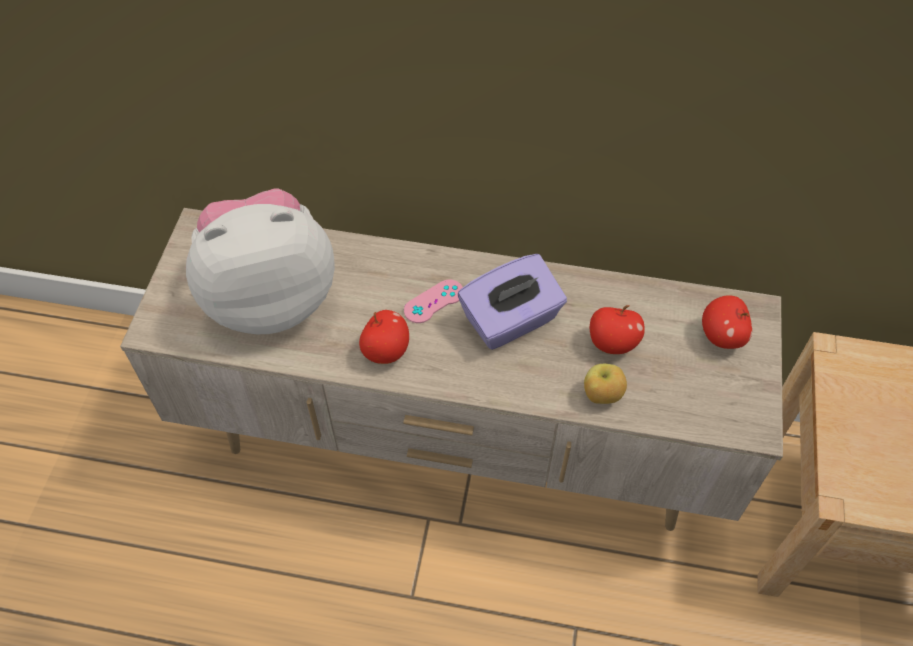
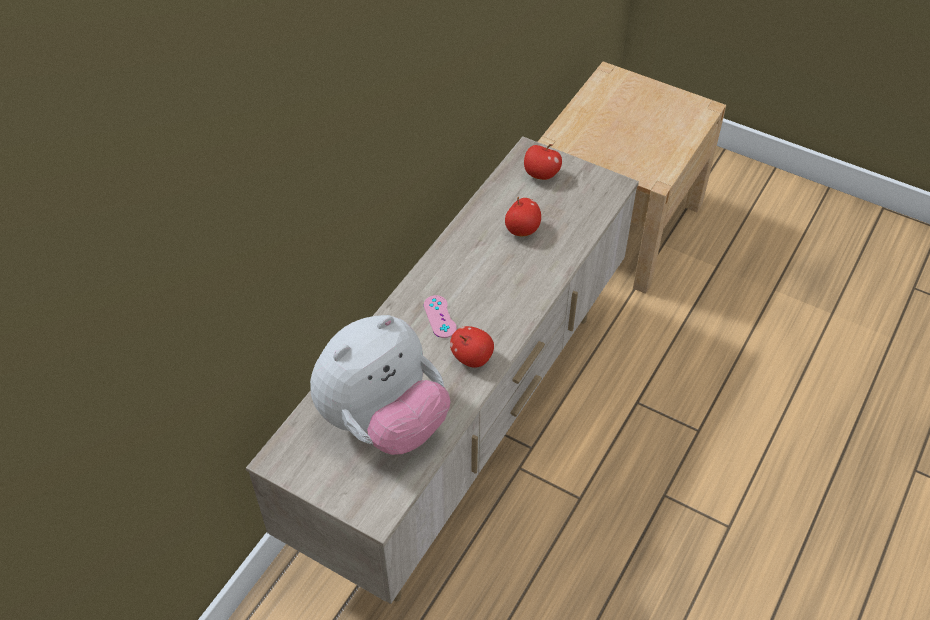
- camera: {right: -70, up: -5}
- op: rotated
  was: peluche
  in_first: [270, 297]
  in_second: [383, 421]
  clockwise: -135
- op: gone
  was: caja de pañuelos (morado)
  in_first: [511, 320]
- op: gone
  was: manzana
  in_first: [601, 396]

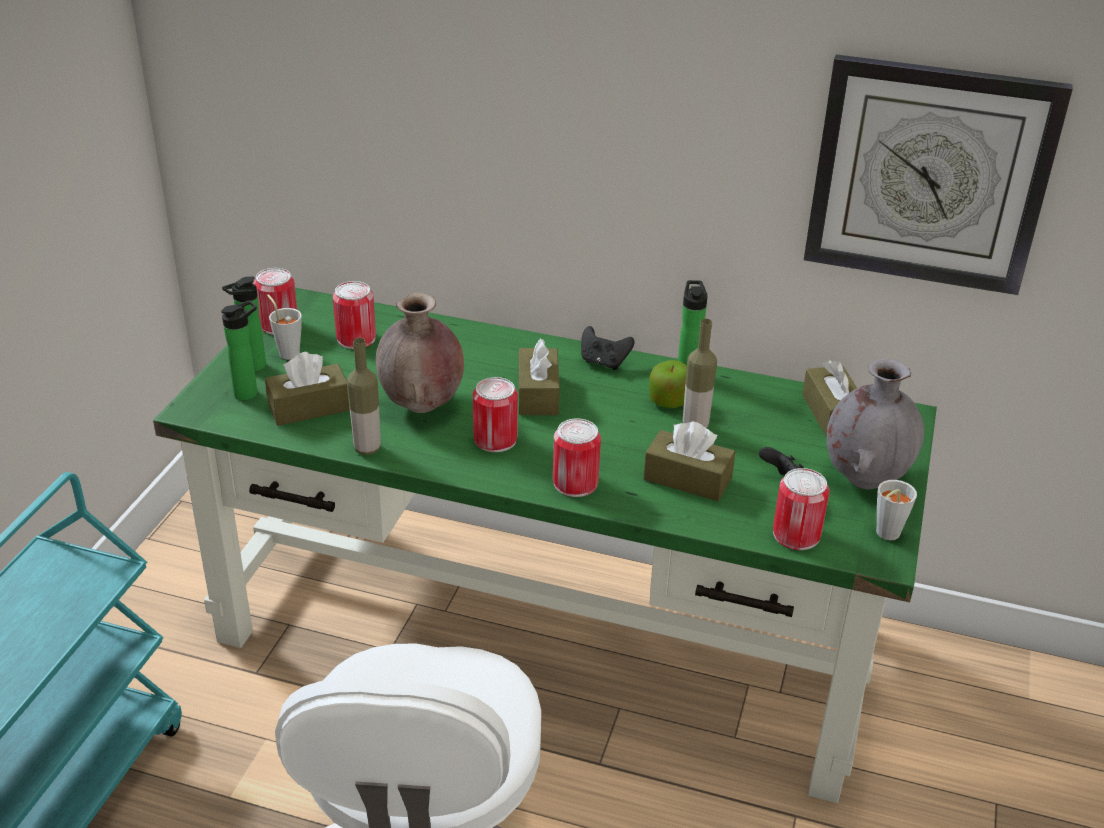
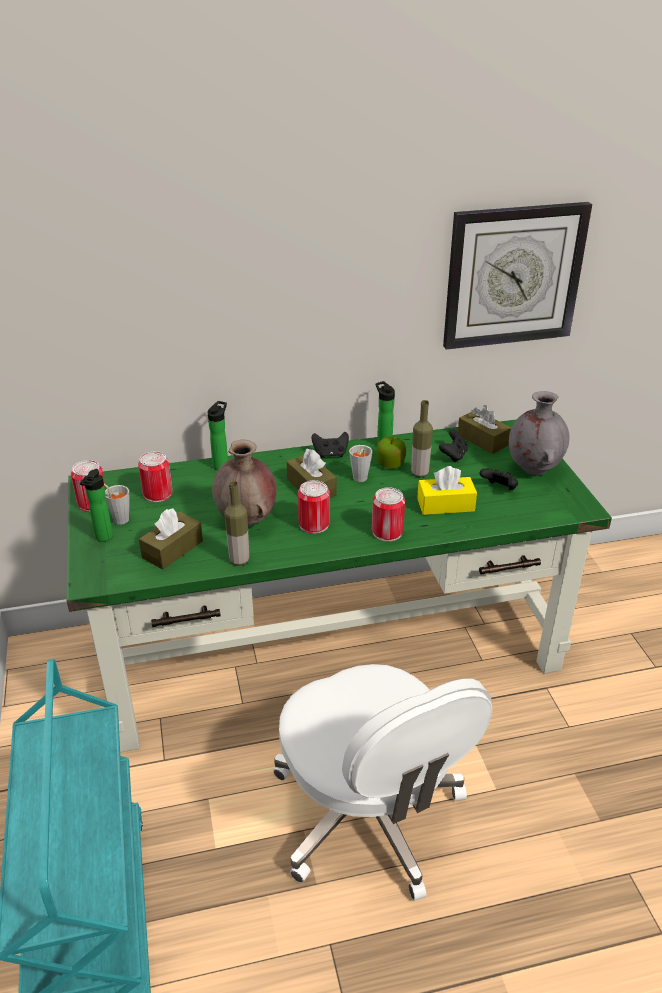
- camera: {right: -30, up: 0}
- op: shifted
  was: botella
  in_first: [249, 392]
  in_second: [221, 464]
- op: repainted
  was: caja de pañuelos (marrón)
  now: caja de pañuelos (amarillo)
  in_first: [687, 479]
  in_second: [445, 505]
- op: gone
  was: lata
  in_first: [796, 534]
- op: shifted
  was: taza (gris)
  in_first: [884, 535]
  in_second: [359, 479]
- op: new
  now: mando de consola (negro)
  in_second: [453, 456]

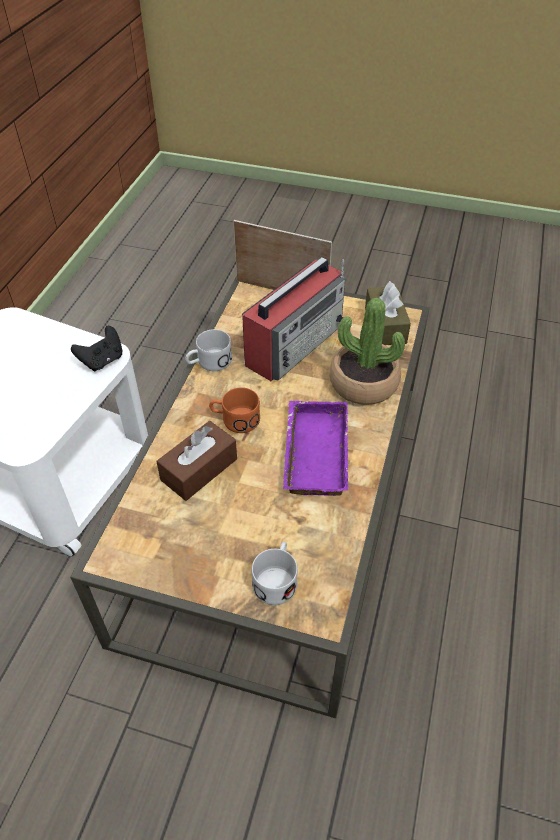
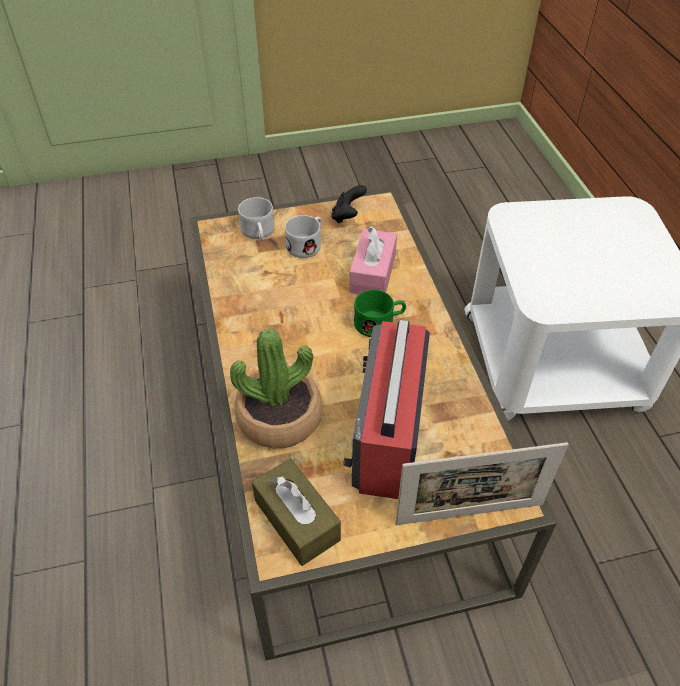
- camera: {right: 150, up: 0}
- op: shifted
  was: mando de consola (negro)
  in_first: [102, 361]
  in_second: [347, 216]
- op: shifted
  was: taza grande (blanco)
  in_first: [209, 363]
  in_second: [307, 244]
- op: repainted
  was: taza grande (naranja)
  now: taza grande (verde)
  in_first: [235, 419]
  in_second: [380, 323]
- op: gone
  was: bandeja (morado)
  in_first: [313, 451]
- op: repainted
  was: caja de pañuelos (marrón)
  now: caja de pañuelos (rosa)
  in_first: [199, 469]
  in_second: [373, 273]

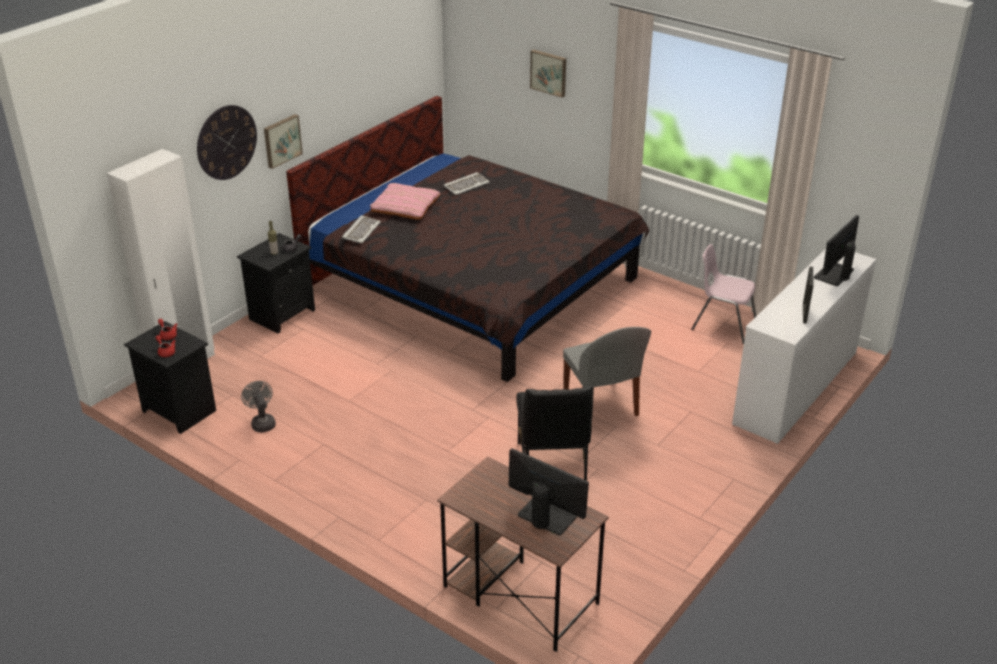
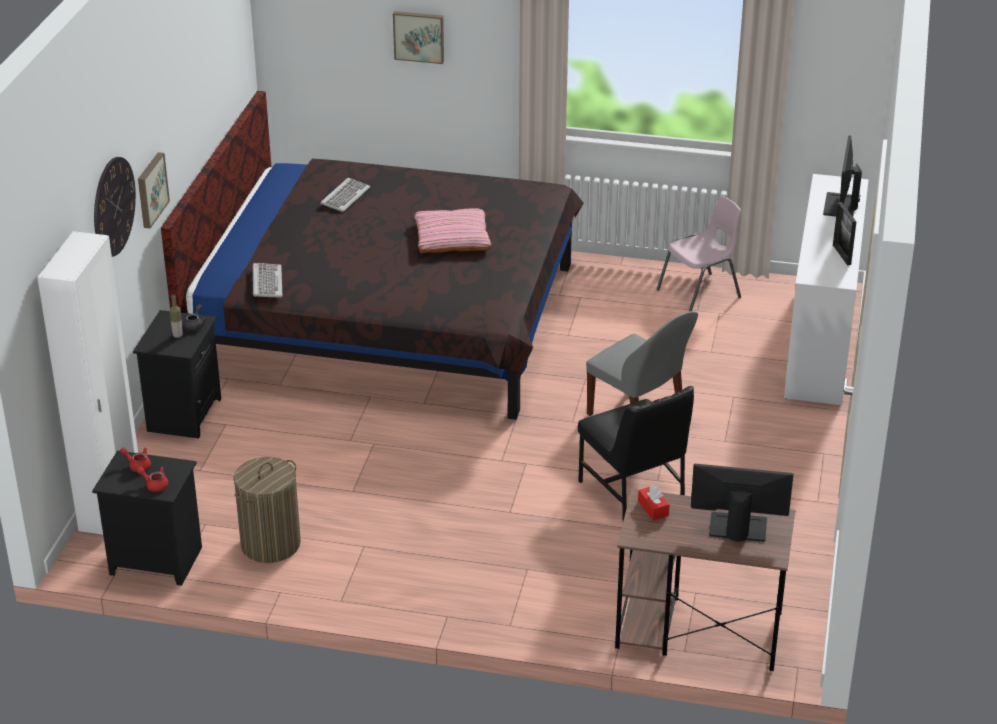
- camera: {right: -25, up: 0}
- op: shifted
  was: cojín (rosa)
  in_first: [405, 206]
  in_second: [452, 237]
- op: rotated
  was: silla (rosa)
  in_first: [722, 324]
  in_second: [700, 294]
  clockwise: 150
- op: swapped
  was: ventilador (gris)
  now: cesto de la ropa
  in_first: [262, 422]
  in_second: [270, 544]
- op: new
  now: caja de pañuelos (rojo)
  in_second: [653, 508]

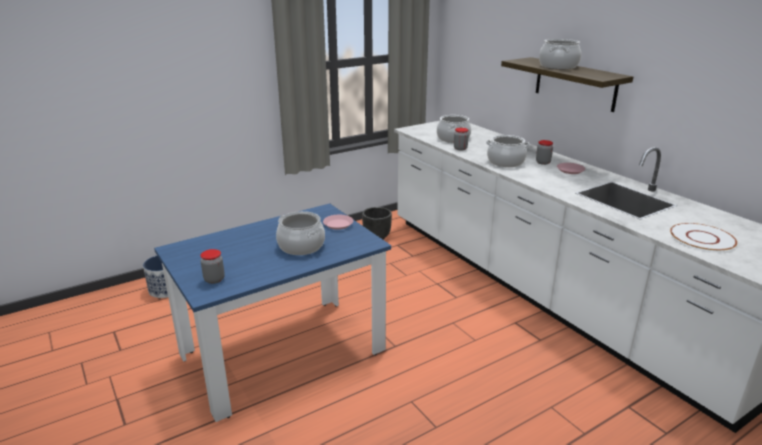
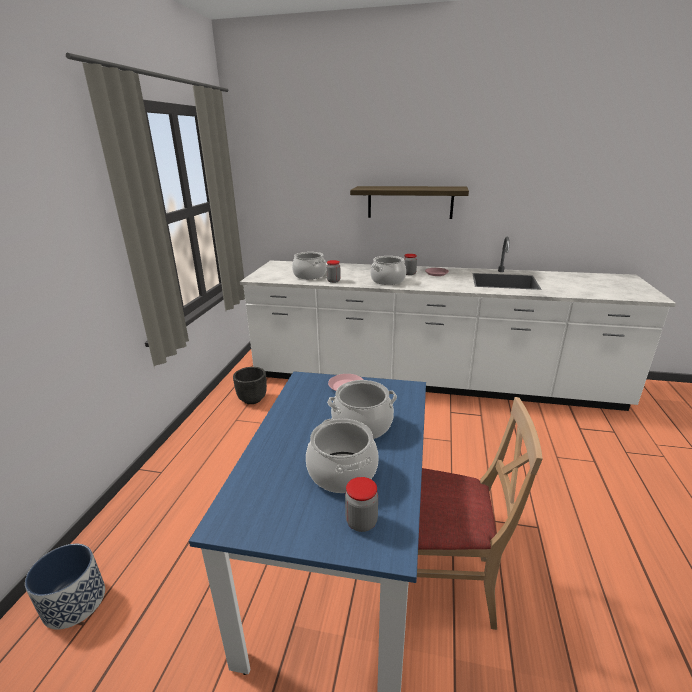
- camera: {right: -45, up: 0}
- op: shifted
  was: olla
  in_first: [558, 66]
  in_second: [341, 472]
- op: gone
  was: plato (blanco)
  in_first: [701, 238]
- op: new
  now: silla (beis)
  in_second: [442, 584]

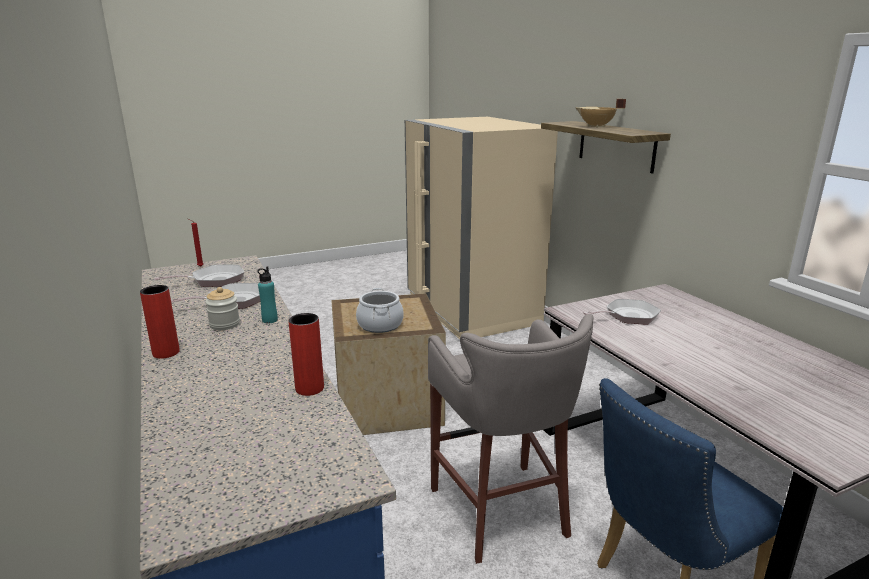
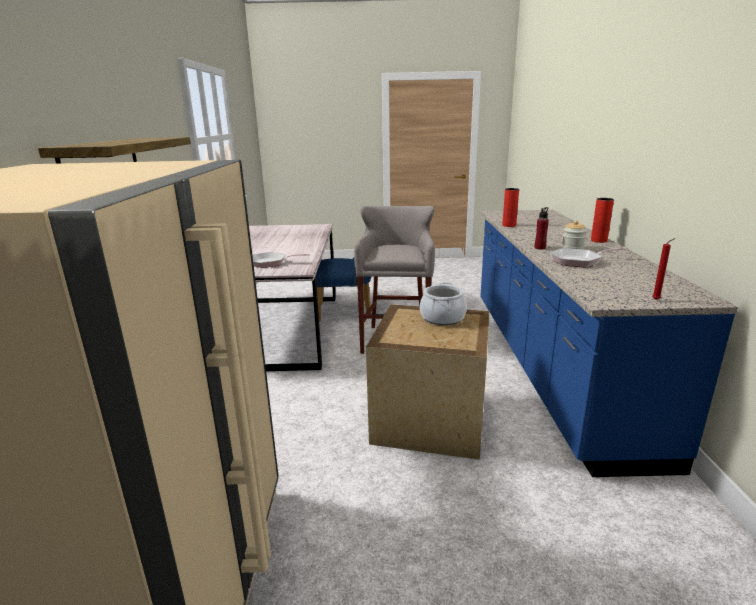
- camera: {right: -155, up: 0}
- op: gone
  was: olla (beis)
  in_first: [596, 126]
- op: gone
  was: sartén
  in_first: [214, 280]
- op: repainted
  was: botella (turquesa)
  now: botella (rojo)
  in_first: [269, 320]
  in_second: [540, 248]

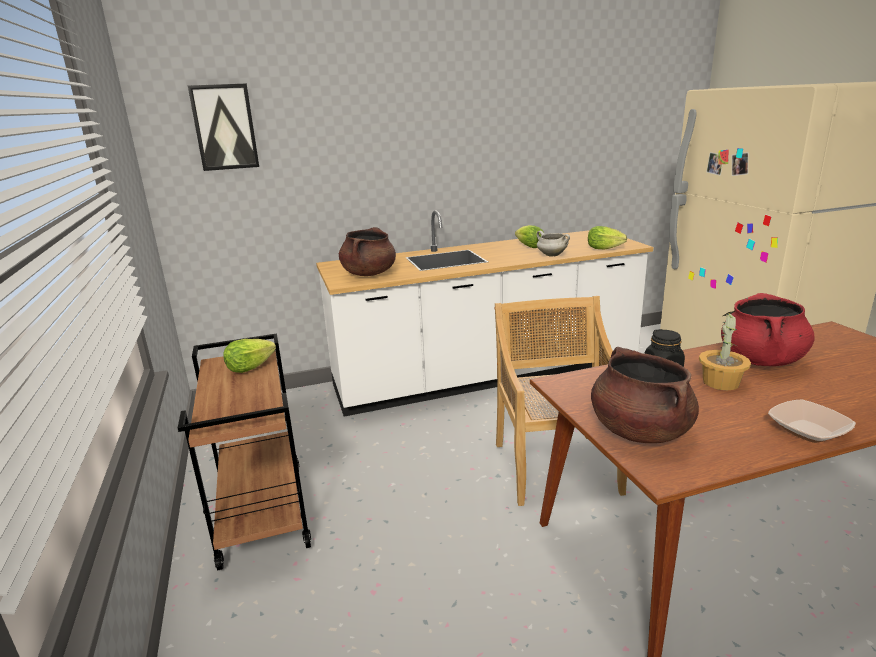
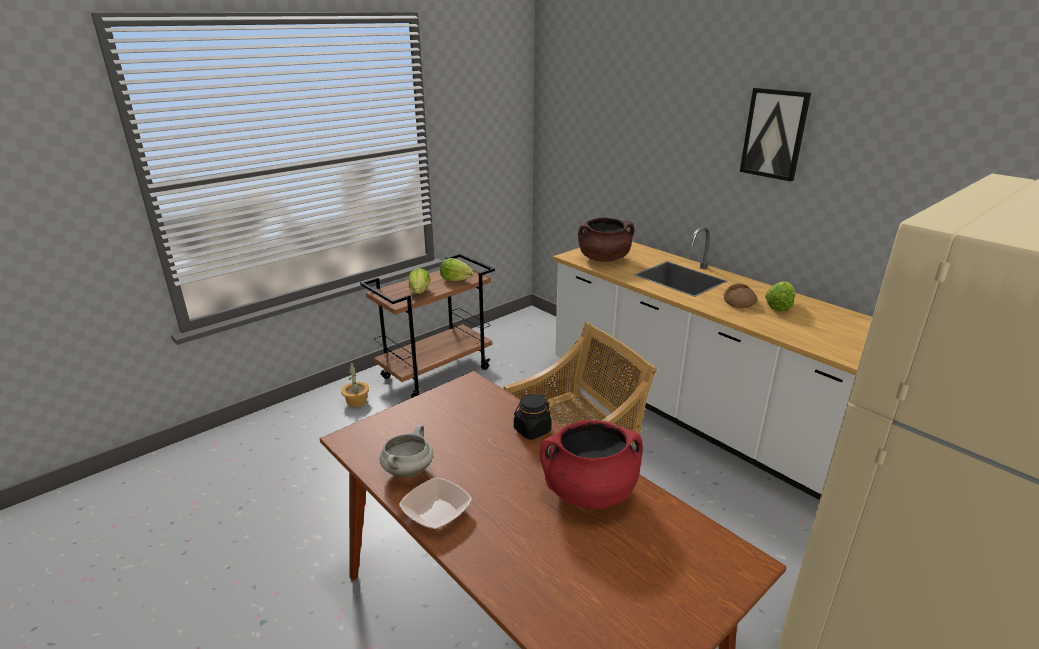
- camera: {right: 65, up: 5}
- op: shifted
  was: cuadro
  in_first: [224, 127]
  in_second: [774, 134]
- op: shifted
  was: lechuga
  in_first: [603, 248]
  in_second: [420, 292]
- op: shifted
  was: olla (blanco)
  in_first: [551, 255]
  in_second: [408, 470]
- op: shifted
  was: planta en maceta
  in_first: [721, 382]
  in_second: [356, 401]
- op: gone
  was: olla (marrón)
  in_first: [639, 430]
- op: new
  now: pan
  in_second: [739, 302]

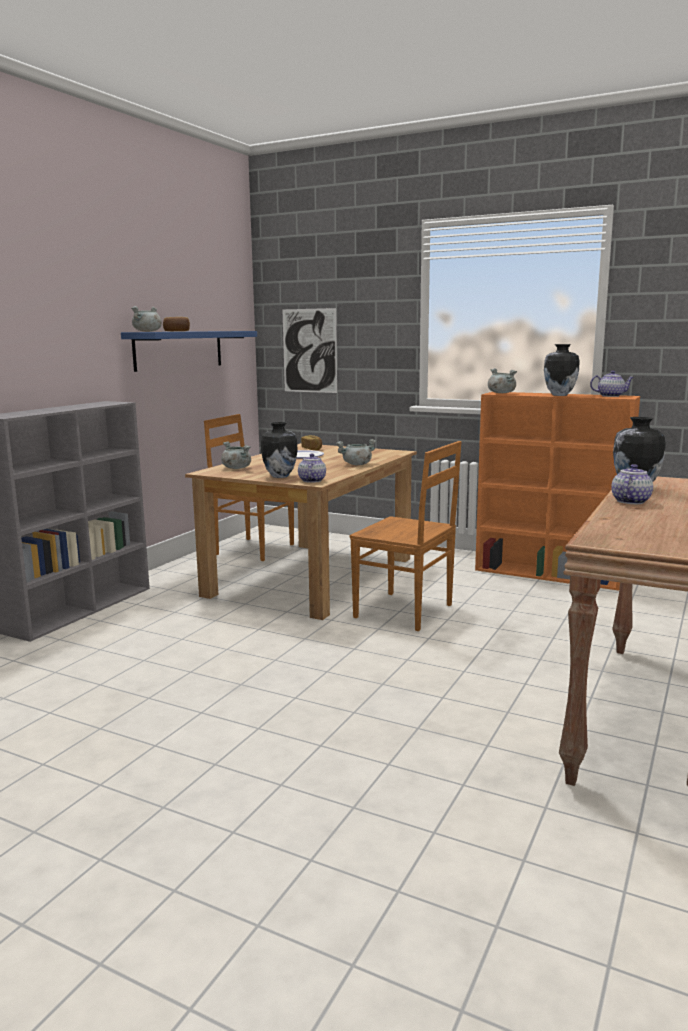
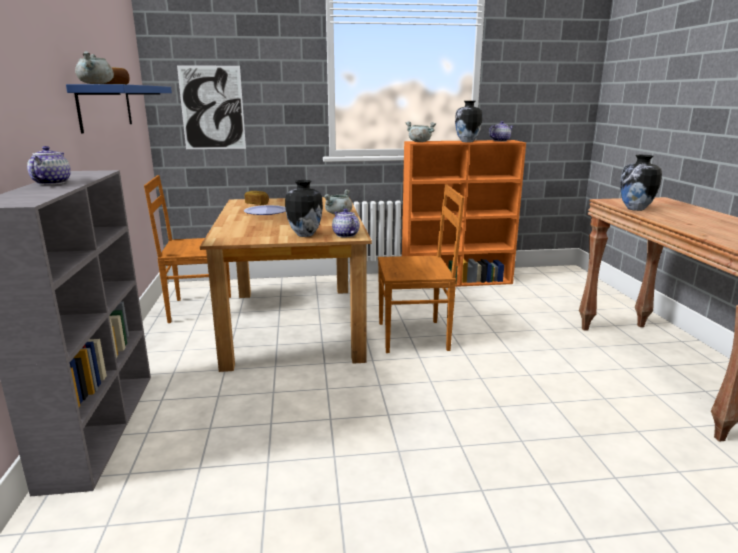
- camera: {right: -35, up: 5}
- op: gone
  was: olla (gris)
  in_first: [236, 468]
- op: shifted
  was: tetera
  in_first: [630, 501]
  in_second: [52, 183]

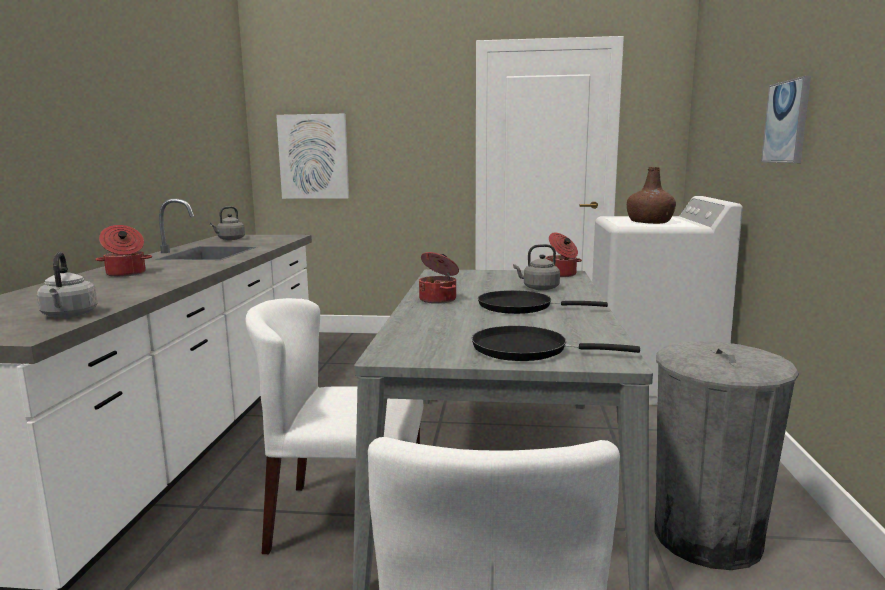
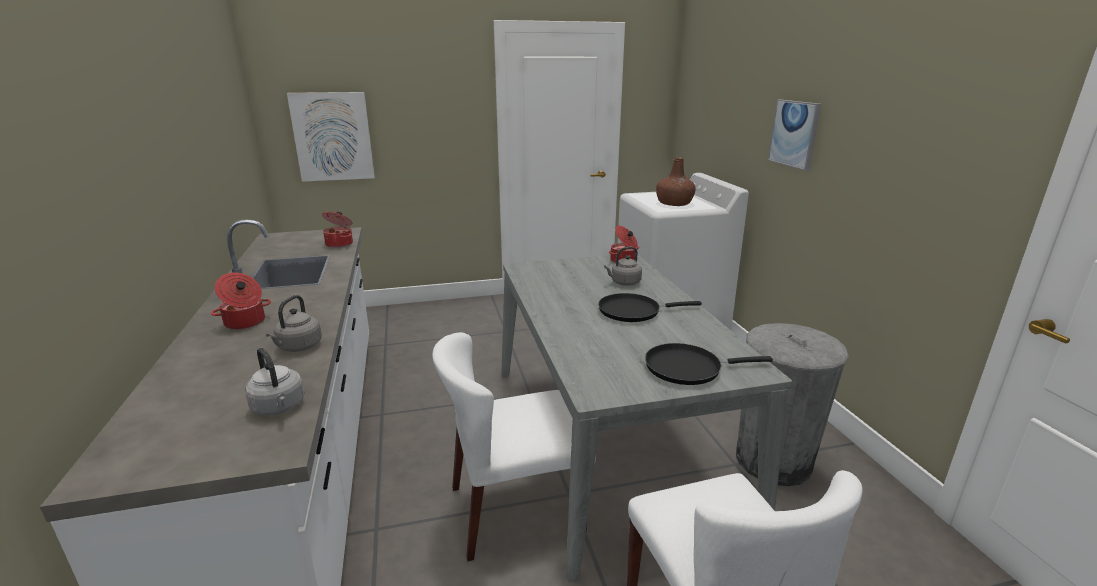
- camera: {right: -20, up: 10}
- op: shifted
  was: hervidor (gris)
  in_first: [230, 239]
  in_second: [298, 347]
- op: shifted
  was: olla
  in_first: [438, 299]
  in_second: [340, 244]

